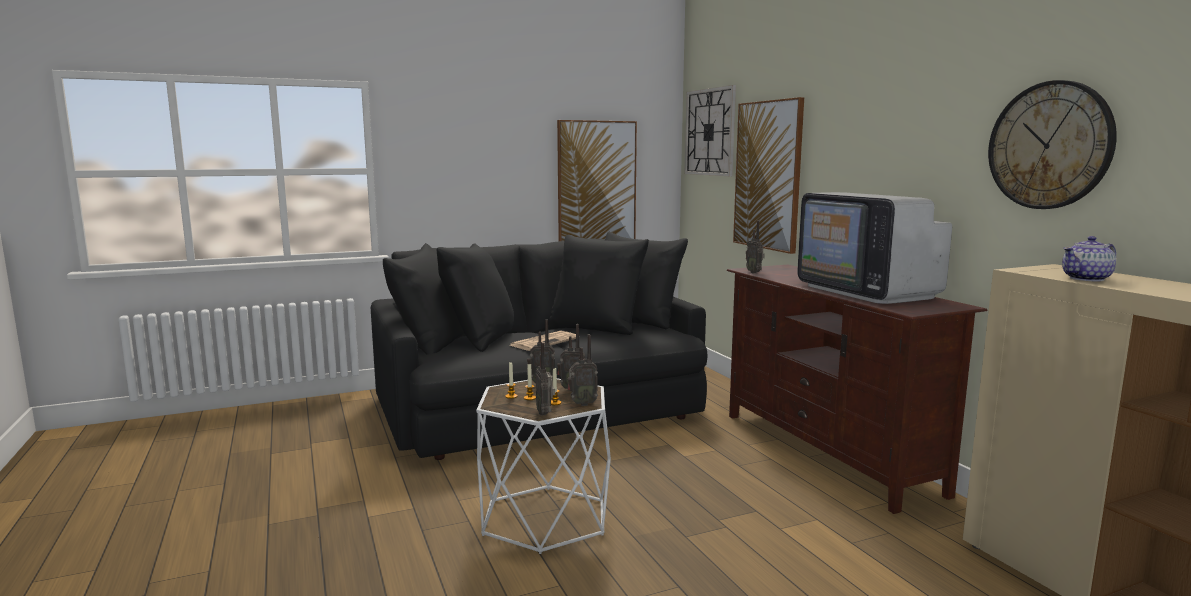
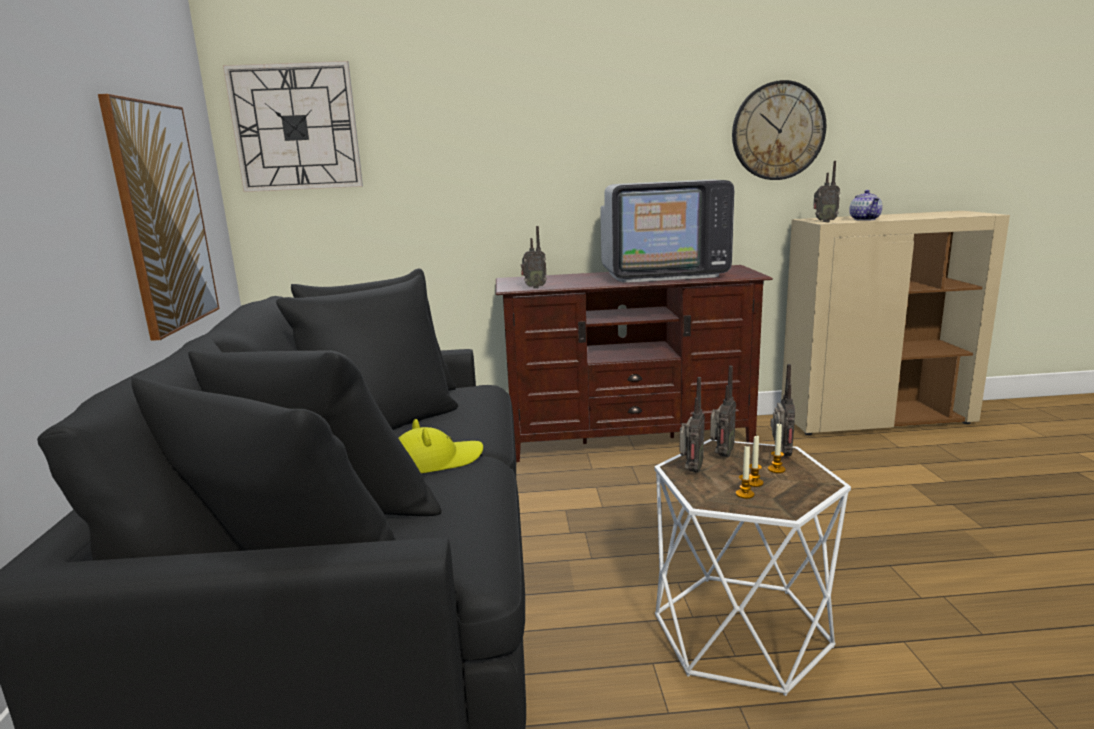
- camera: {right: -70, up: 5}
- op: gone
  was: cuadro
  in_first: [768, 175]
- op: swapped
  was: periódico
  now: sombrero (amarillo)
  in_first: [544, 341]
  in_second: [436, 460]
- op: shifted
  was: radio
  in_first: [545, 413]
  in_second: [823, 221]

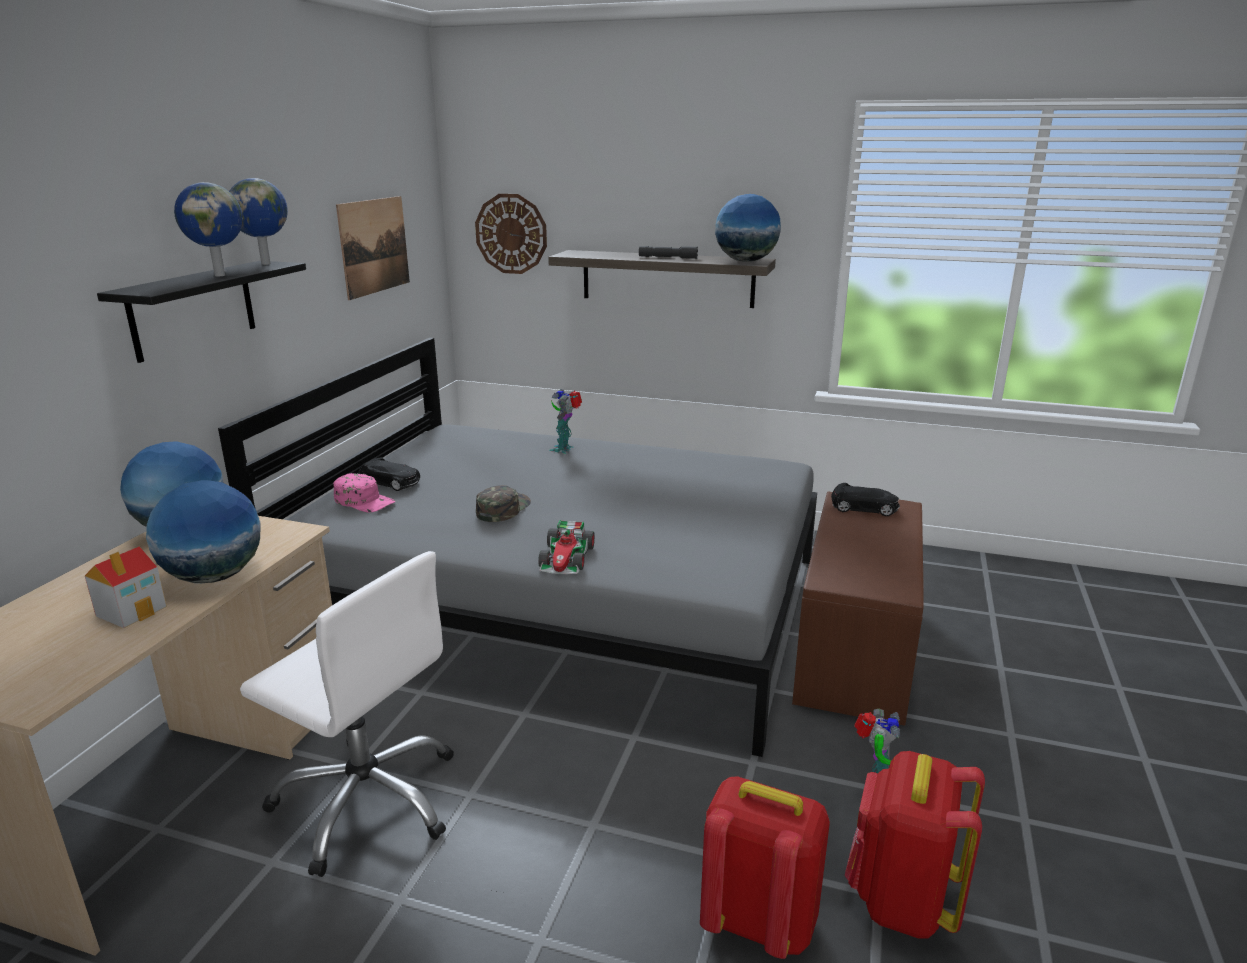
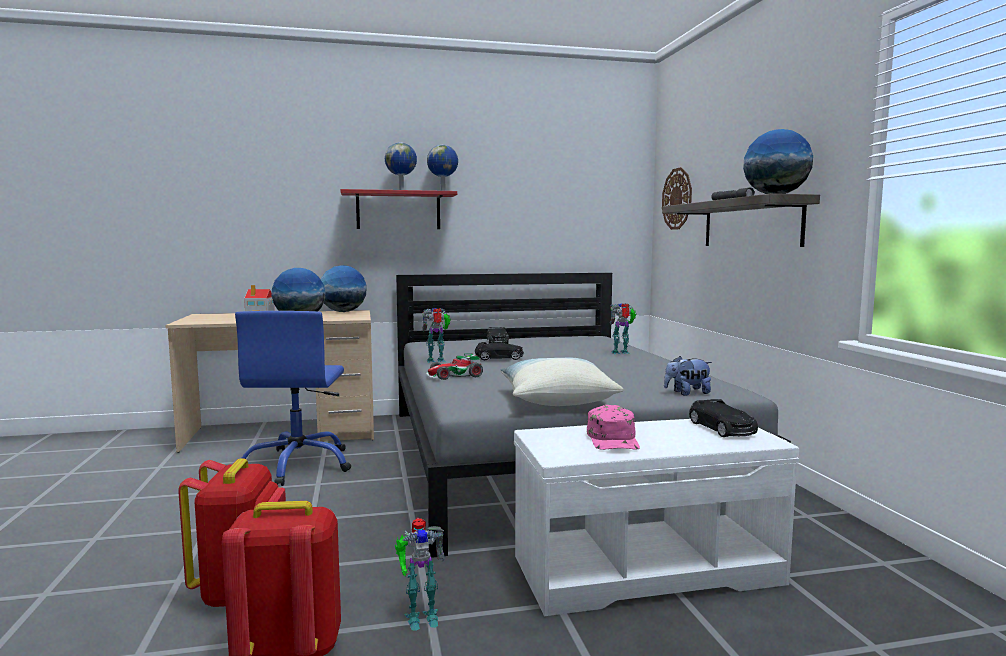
- camera: {right: 60, up: -15}
- op: gone
  was: cuadro
  in_first: [374, 246]
- op: repainted
  was: estante (negro)
  now: estante (rojo)
  in_first: [193, 309]
  in_second: [398, 210]
- op: shifted
  was: gorra (rosa)
  in_first: [364, 501]
  in_second: [613, 439]
- op: swapped
  was: gorra (verde)
  now: coche de juguete (negro)
  in_first: [502, 509]
  in_second: [499, 358]
- op: repainted
  was: banco (marrón)
  now: banco (blanco)
  in_first: [853, 647]
  in_second: [647, 568]
- op: repainted
  was: silla de oficina (blanco)
  now: silla de oficina (azul)
  in_first: [368, 800]
  in_second: [298, 465]
- op: new
  now: robot de juguete
  in_second: [437, 361]
- op: new
  now: peluche
  in_second: [687, 393]
- op: new
  now: cojín
  in_second: [556, 399]

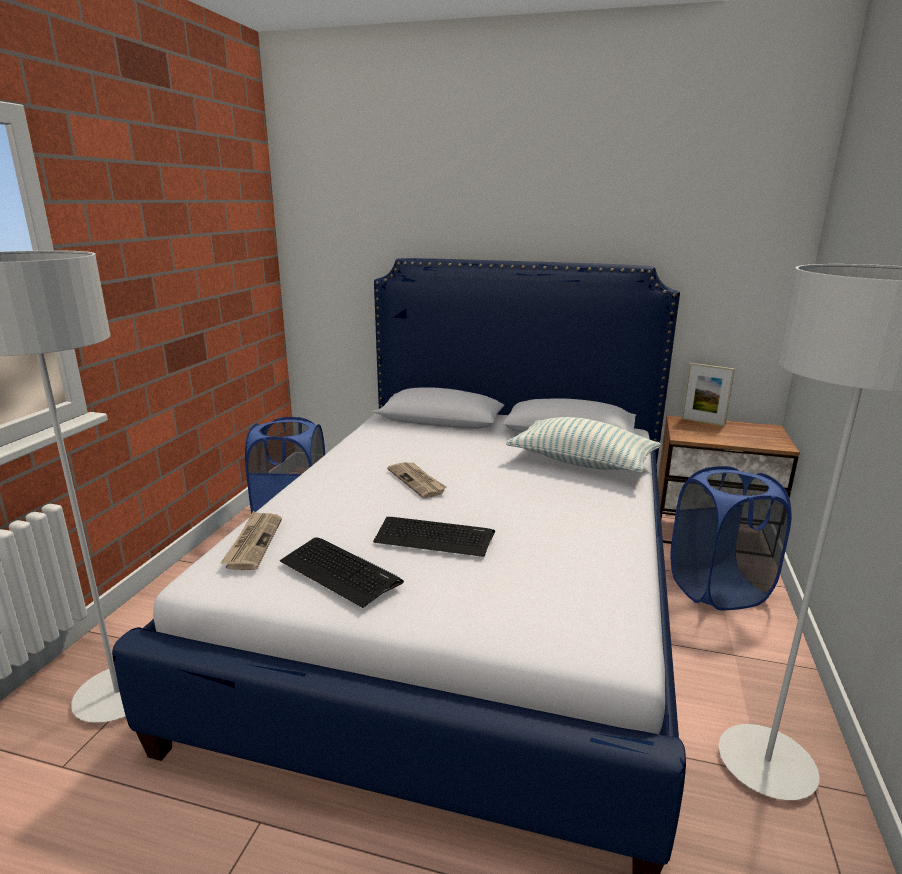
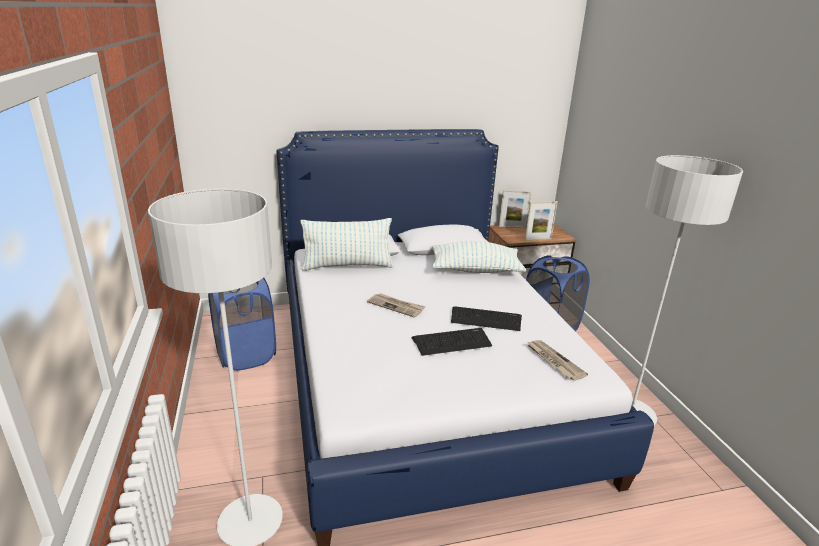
- camera: {right: -30, up: 5}
- op: shifted
  was: periódico
  in_first: [253, 542]
  in_second: [554, 361]
- op: shifted
  was: teclado
  in_first: [340, 572]
  in_second: [486, 319]
- op: new
  now: portarretratos
  in_second: [538, 239]
- op: new
  now: cojín
  in_second: [347, 266]

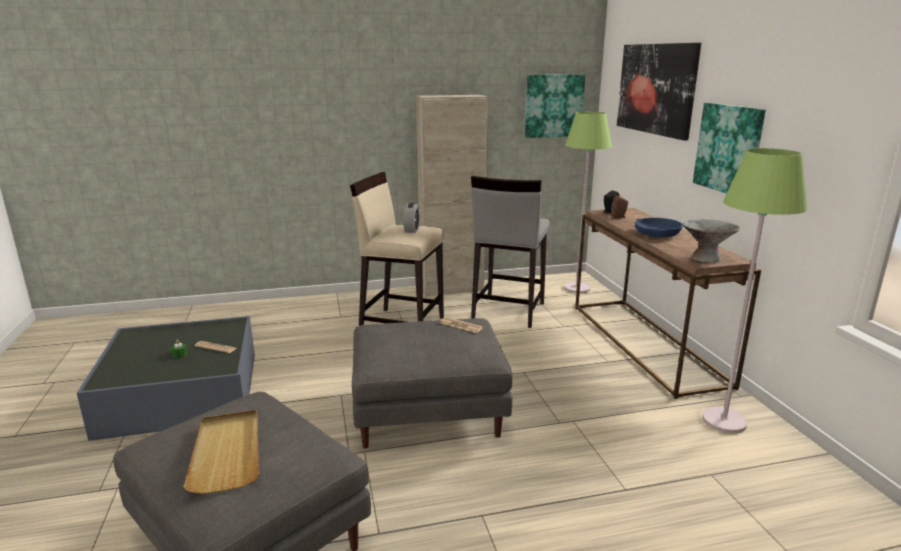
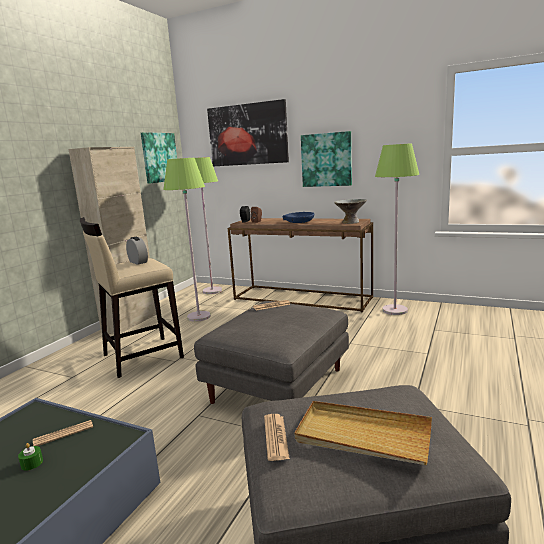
- camera: {right: -50, up: -5}
- op: swapped
  was: taburete (gris)
  now: lámpara de pie (verde)
  in_first: [507, 311]
  in_second: [198, 317]
- op: new
  now: periódico
  in_second: [276, 437]

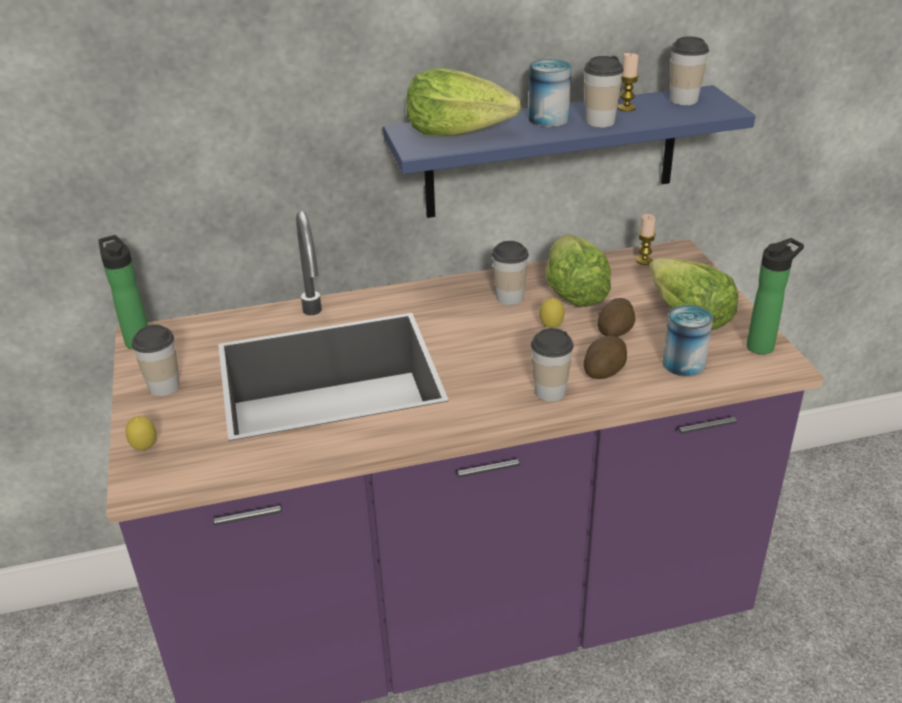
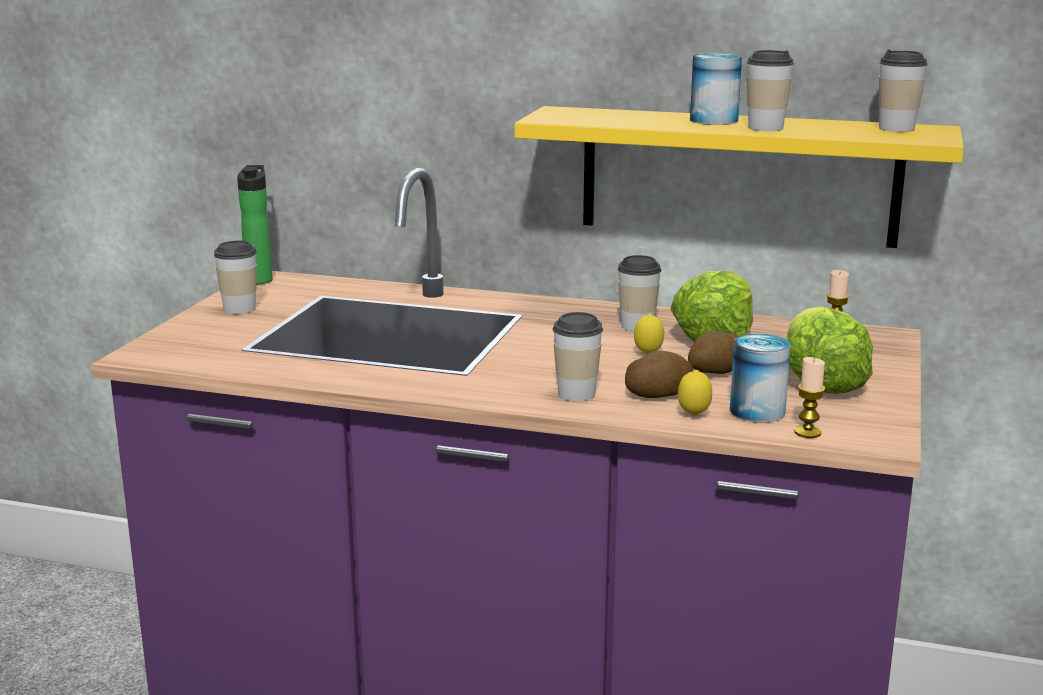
- camera: {right: 30, up: -15}
- op: shifted
  was: vela
  in_first: [626, 108]
  in_second: [807, 432]
- op: gone
  was: lechuga
  in_first: [458, 131]
- op: repainted
  was: estante (azul)
  now: estante (amarillo)
  in_first: [552, 152]
  in_second: [738, 176]
- op: gone
  was: botella
  in_first: [763, 346]
- op: shifted
  was: limón
  in_first: [145, 449]
  in_second: [694, 416]

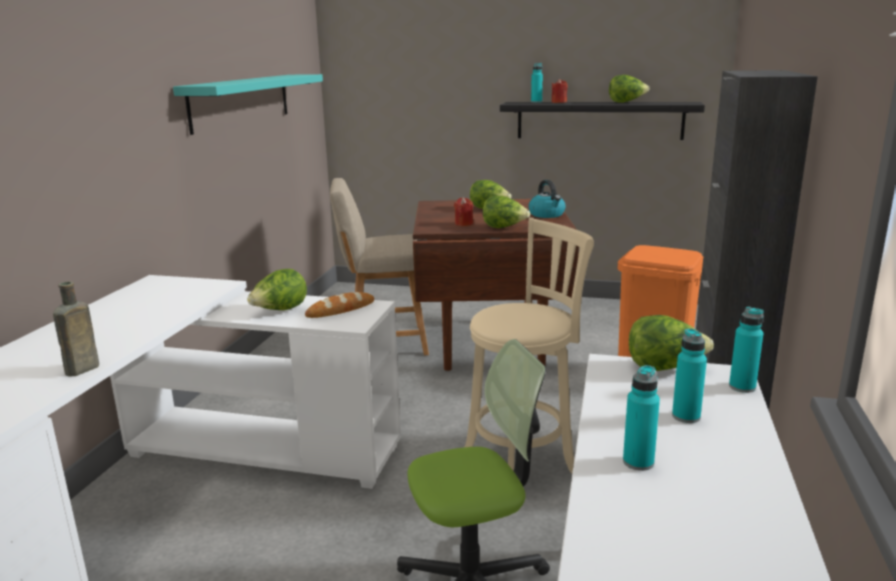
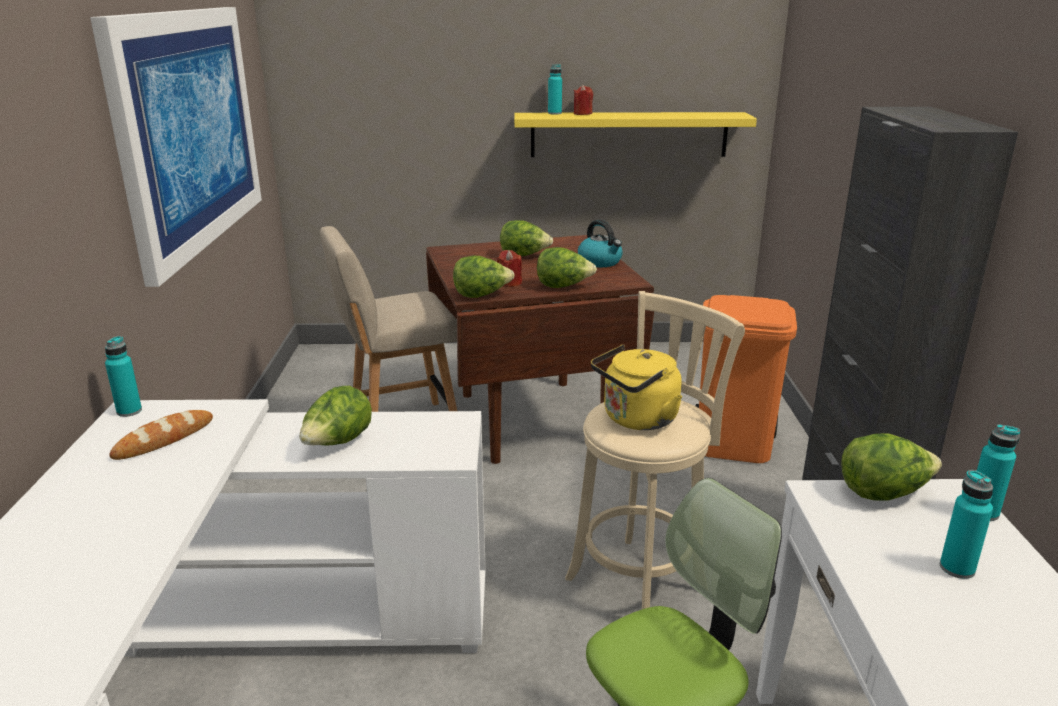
- camera: {right: -15, up: 5}
- op: swapped
  was: estante (turquesa)
  now: cuadro
  in_first: [241, 101]
  in_second: [189, 129]
- op: shifted
  was: lechuga
  in_first: [626, 102]
  in_second: [481, 295]
- op: repainted
  was: estante (negro)
  now: estante (amarillo)
  in_first: [599, 120]
  in_second: [629, 134]
- op: gone
  was: botella (marrón)
  in_first: [80, 370]
- op: shifted
  was: pan
  in_first: [340, 310]
  in_second: [164, 439]
- op: shifted
  was: botella (turquesa)
  in_first: [638, 462]
  in_second: [129, 411]
- op: new
  now: hervidor (amarillo)
  in_second: [636, 420]

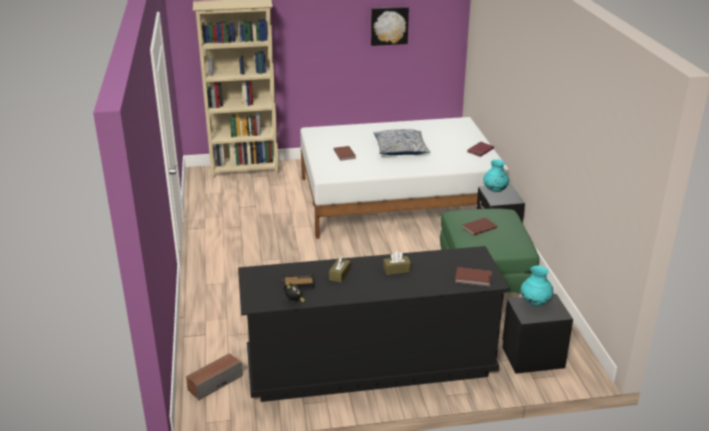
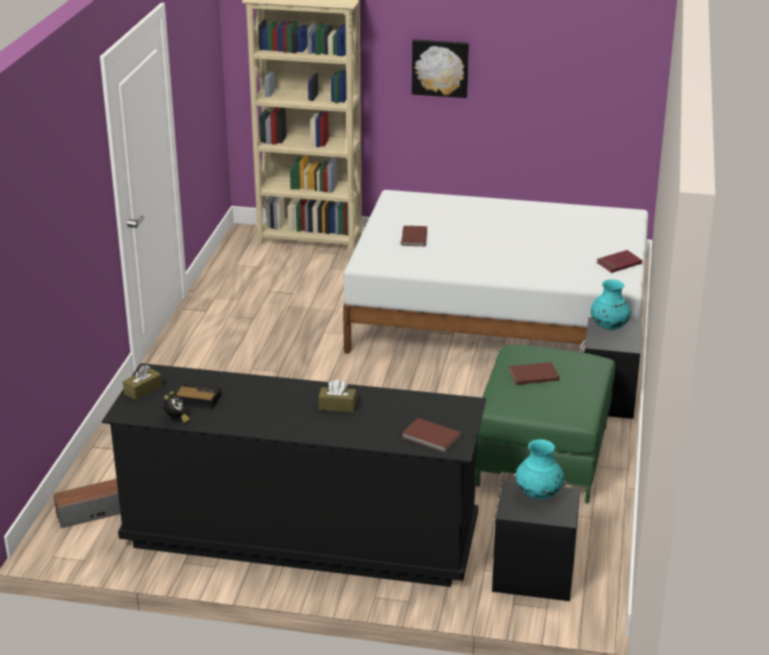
- camera: {right: 20, up: 0}
- op: shifted
  was: cuadro
  in_first: [389, 25]
  in_second: [440, 67]
- op: gone
  was: cojín
  in_first: [400, 149]
- op: shifted
  was: caja de pañuelos (marrón)
  in_first: [339, 274]
  in_second: [143, 390]

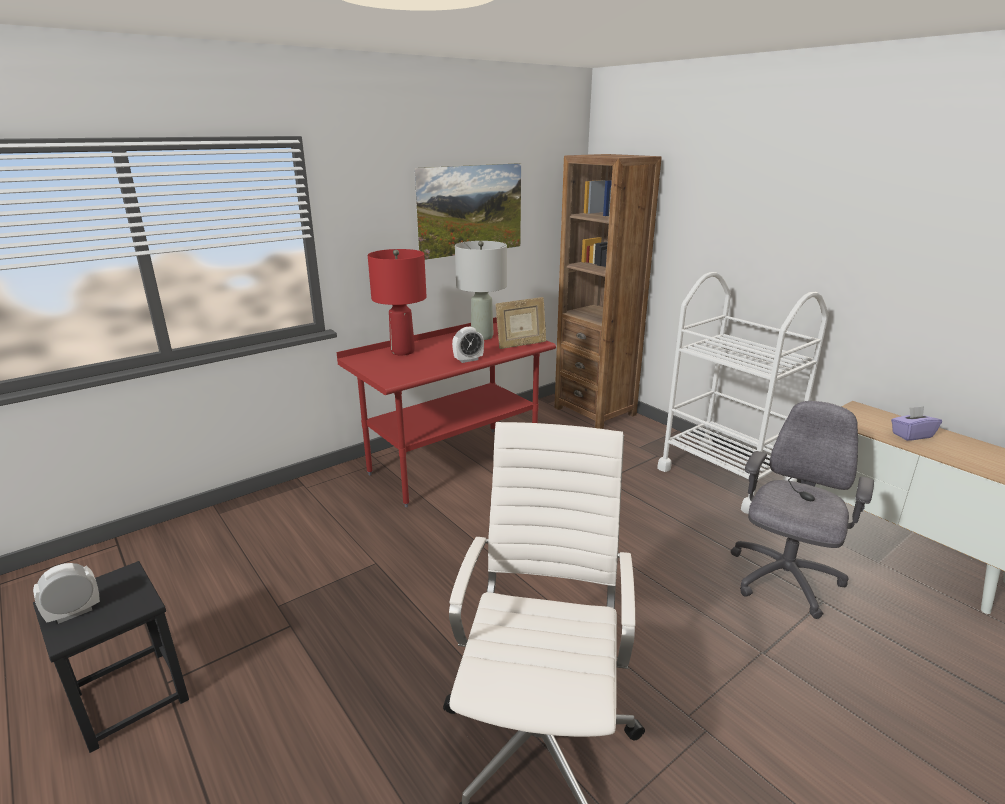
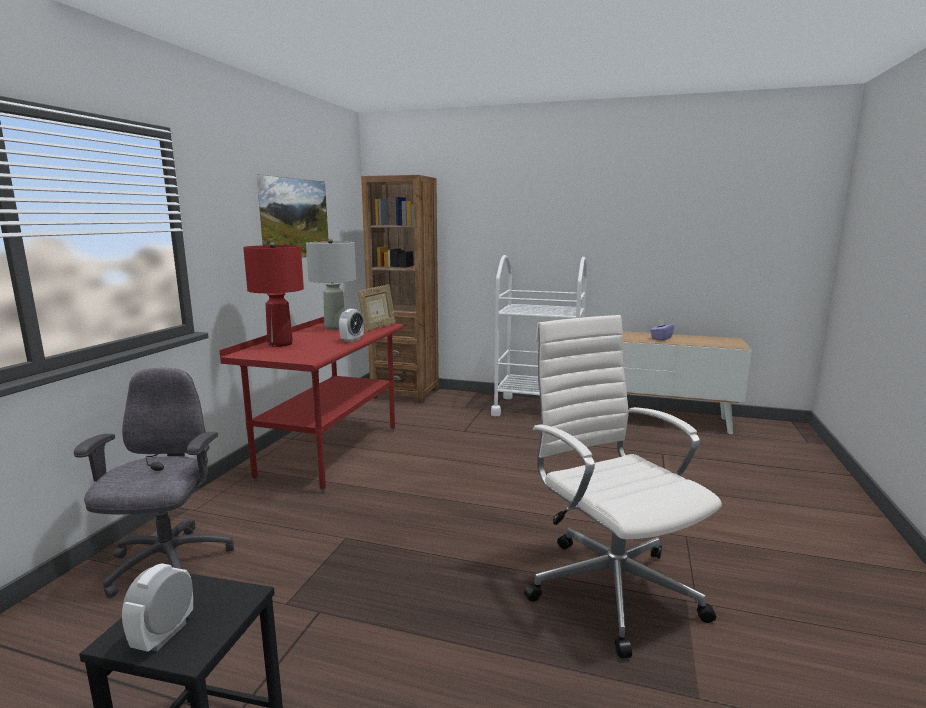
- camera: {right: -35, up: -10}
- op: shifted
  was: silla de oficina (gris)
  in_first: [783, 580]
  in_second: [167, 565]

